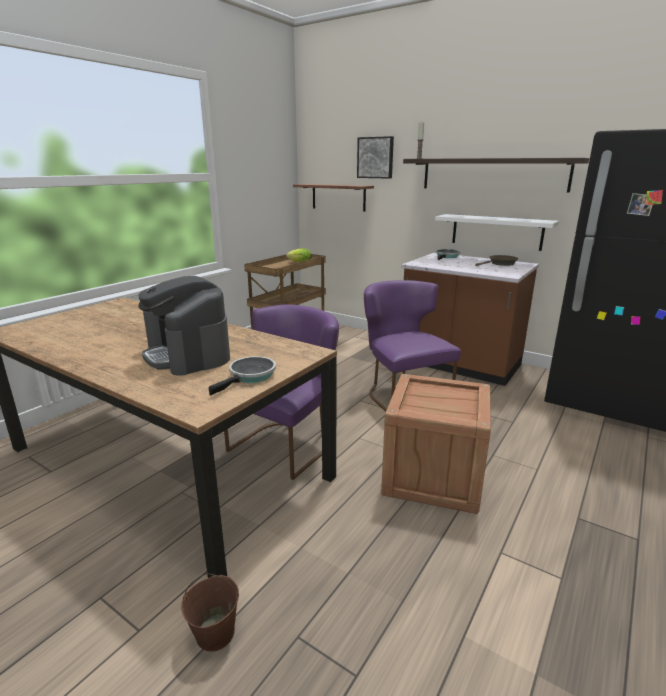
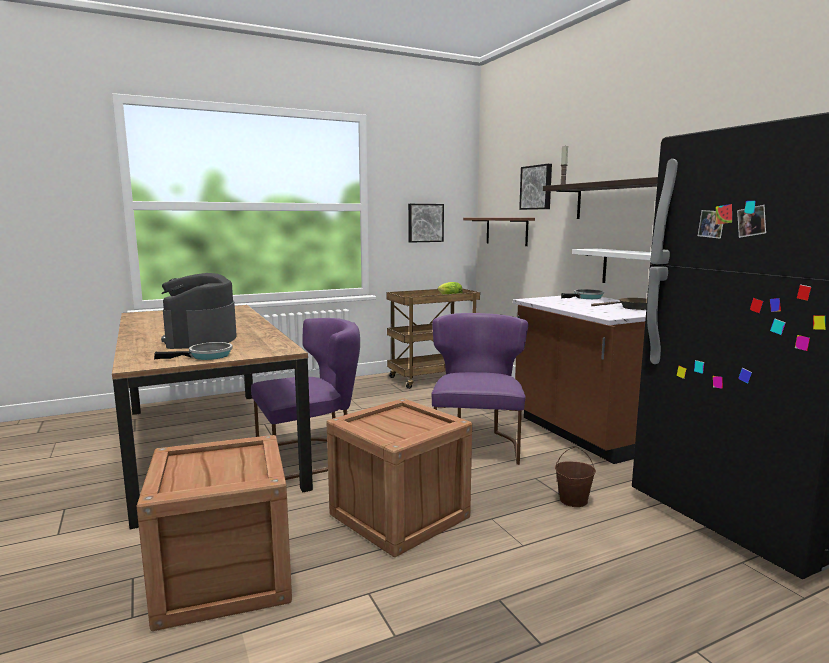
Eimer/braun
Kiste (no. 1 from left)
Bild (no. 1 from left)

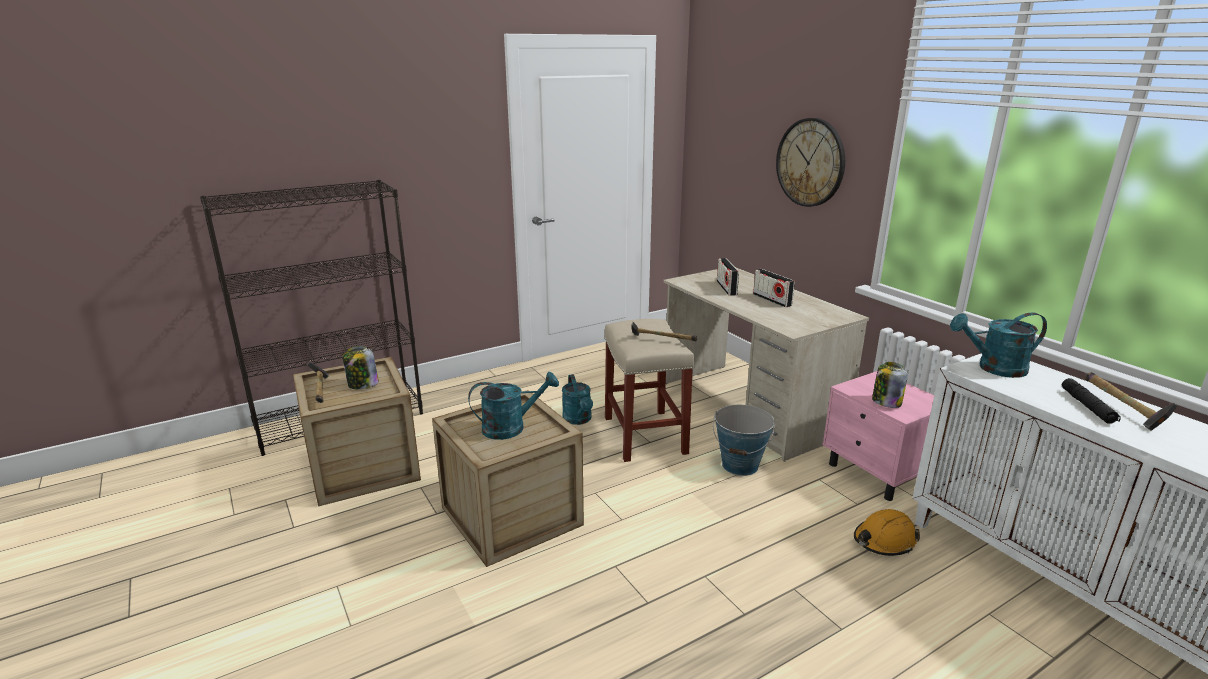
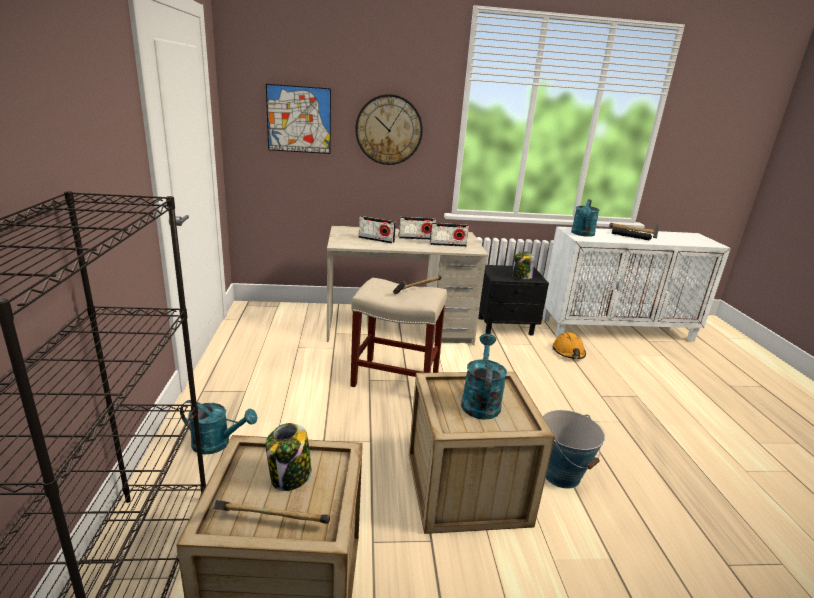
Gießkanne/türkis (no. 1 from left)
Eimer
Nachttisch/schwarz
Bild
Radio (no. 3 from left)

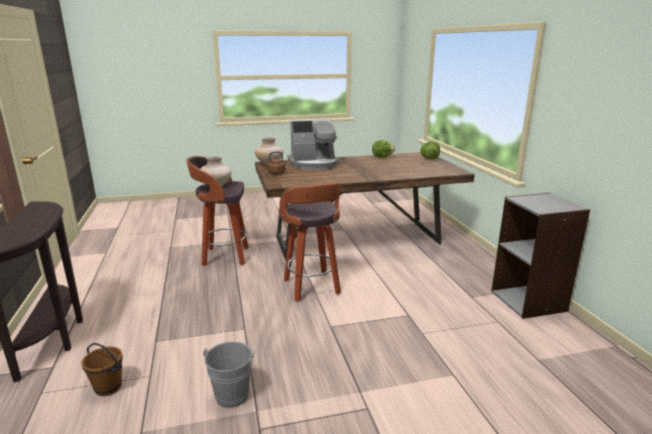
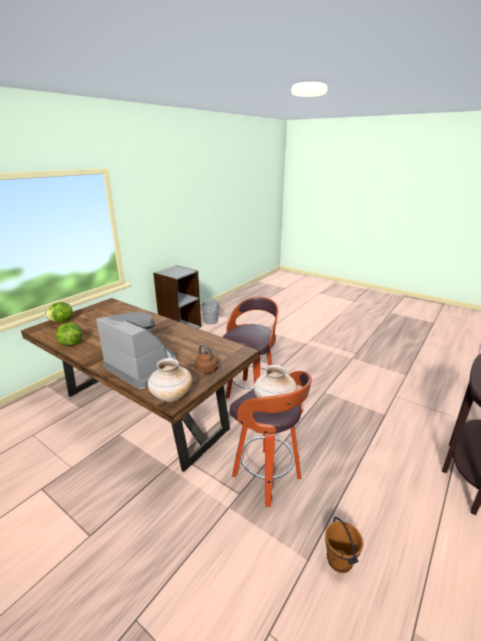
Eimer/braun
Eimer/grau

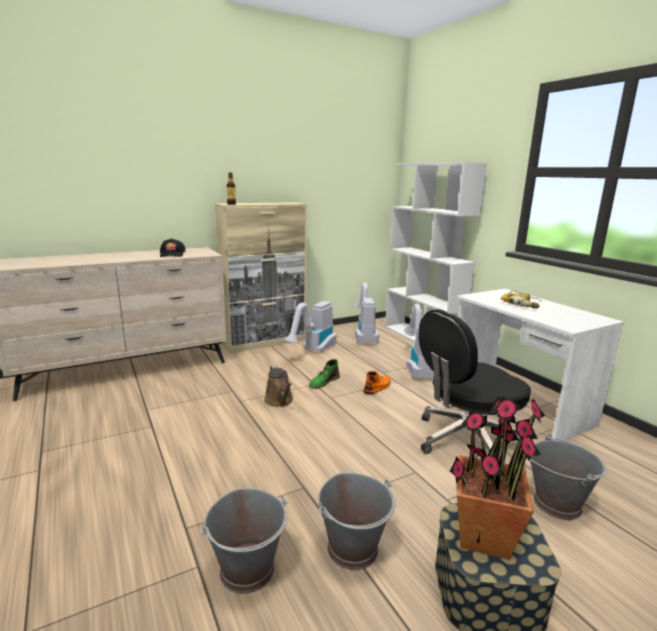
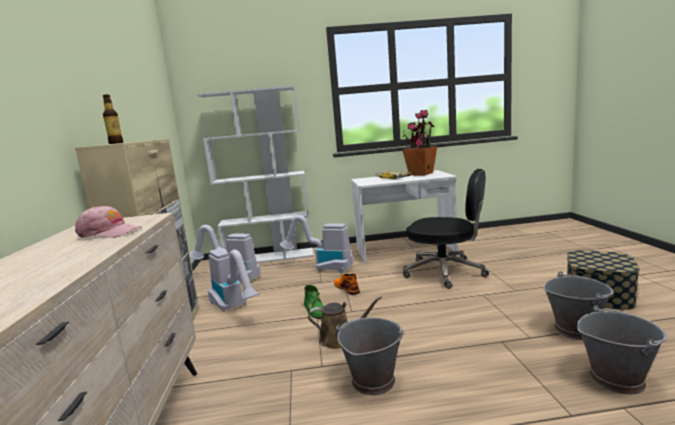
Kappe/rosa
Bürostuhl/schwarz
Topfpflanze
Eimer/grau (no. 1 from left)

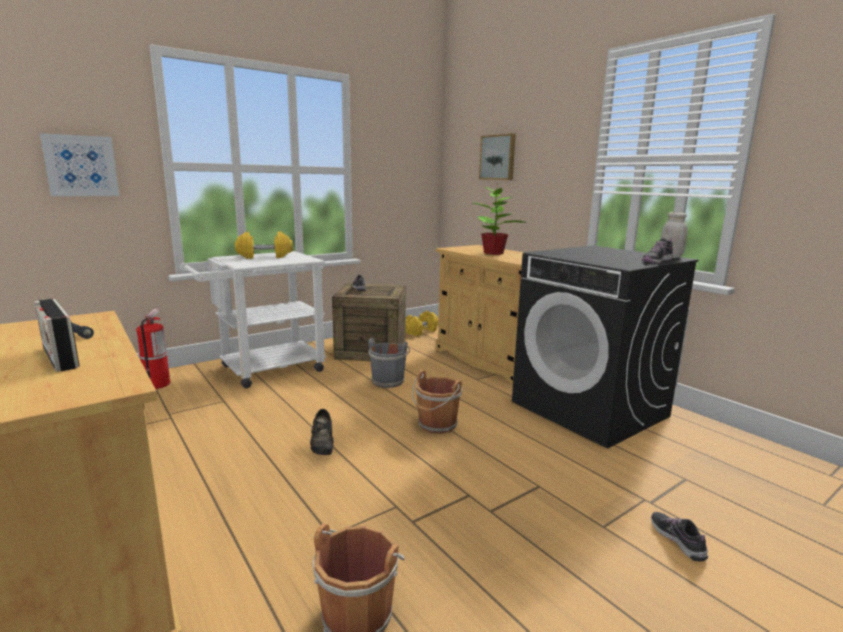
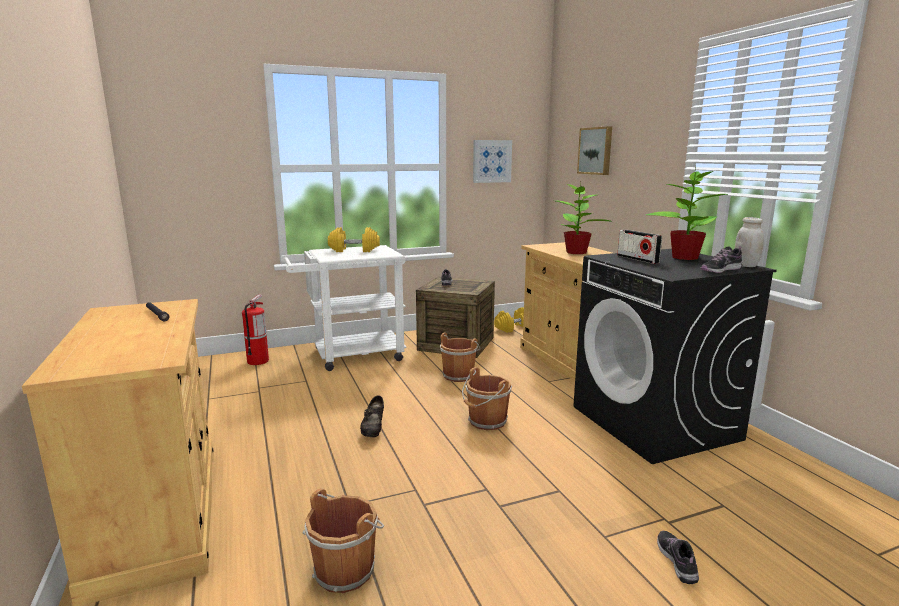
Radio
Bild (no. 1 from left)
Eimer/braun (no. 2 from left)
Topfpflanze (no. 2 from left)

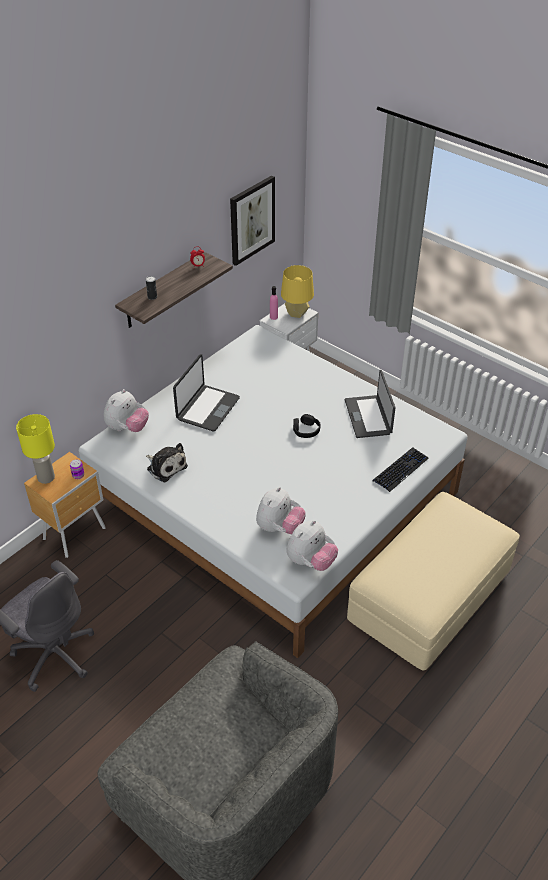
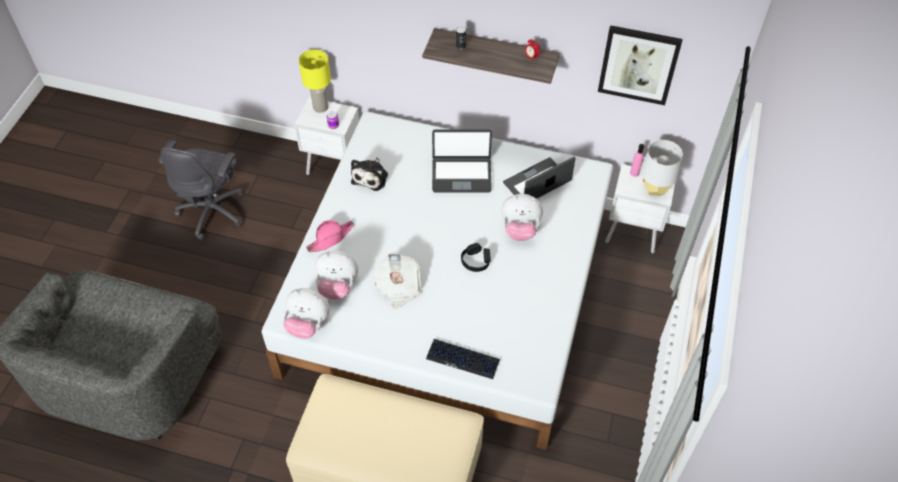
Nachttisch/weiß (no. 1 from left)
Plüschtier (no. 4 from left)
Tischlampe/grau
Laptop (no. 2 from left)
Hut/rosa
Zeitung

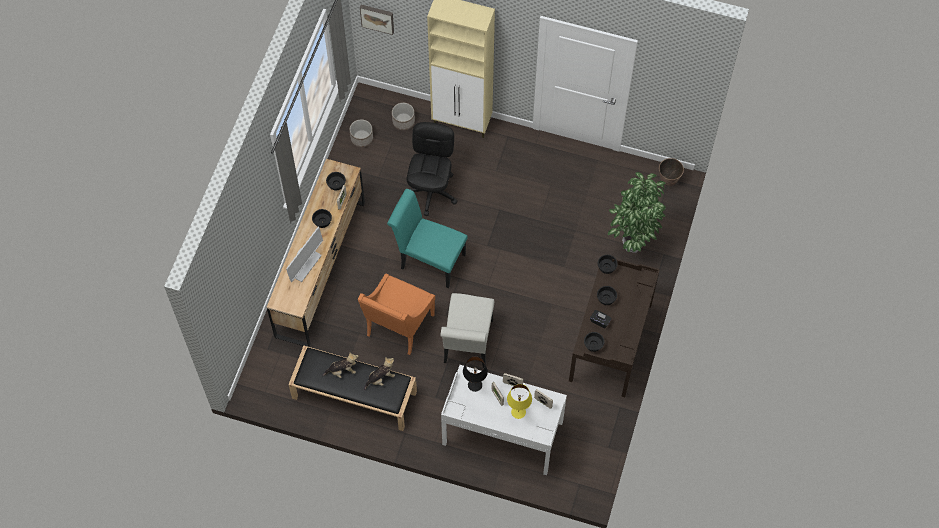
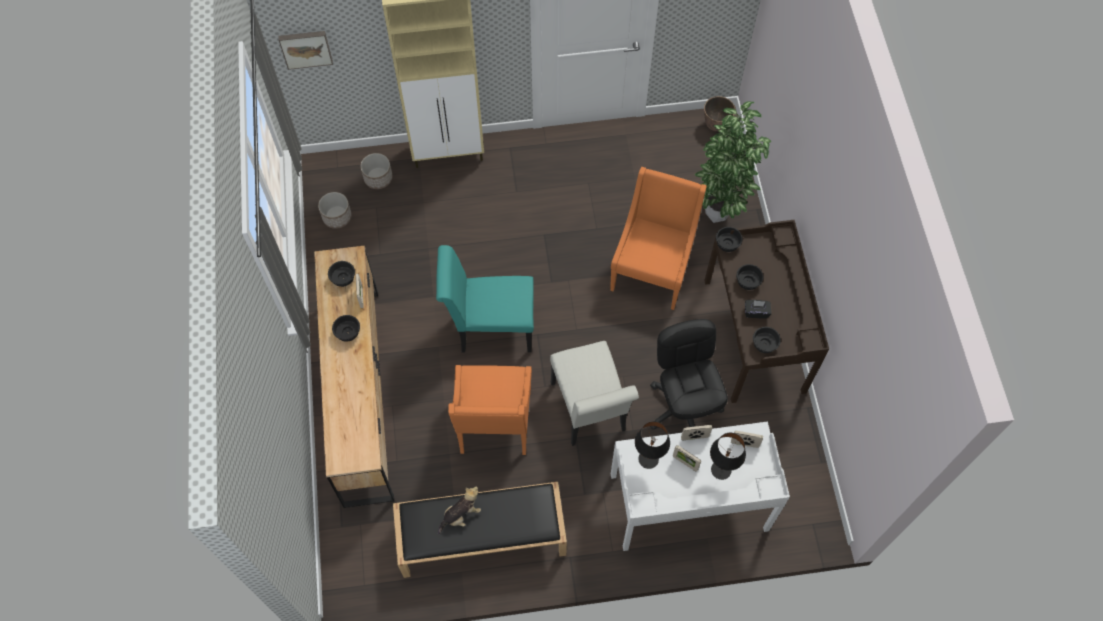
Monitor
Plüschtier (no. 2 from left in the first image)
Bürostuhl/schwarz
Tischlampe/schwarz (no. 2 from left)
Sessel/orange (no. 2 from left)

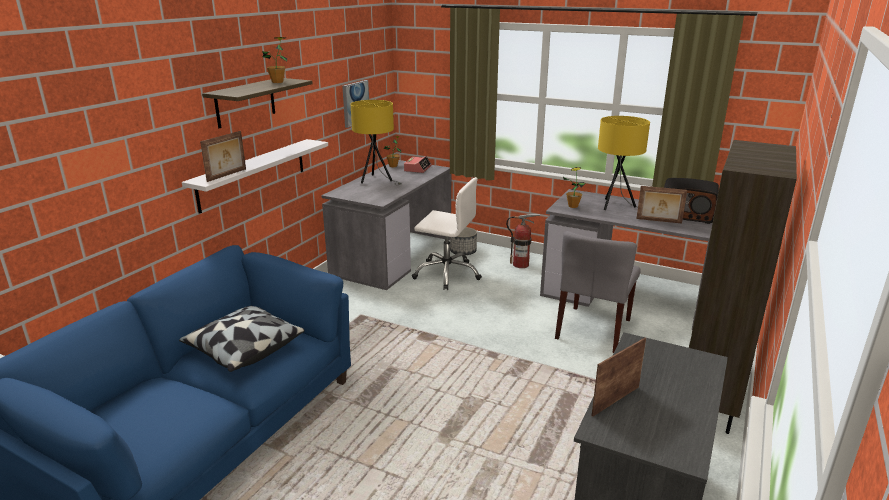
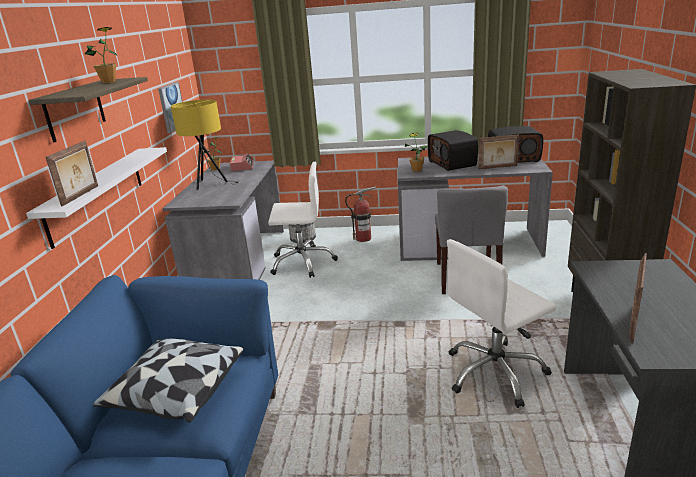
Radio (no. 1 from left)
Bürostuhl/weiß (no. 2 from left)

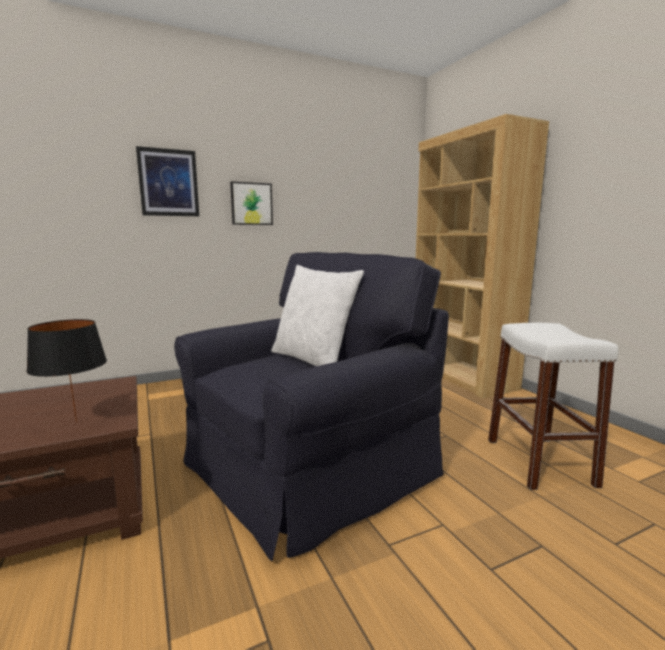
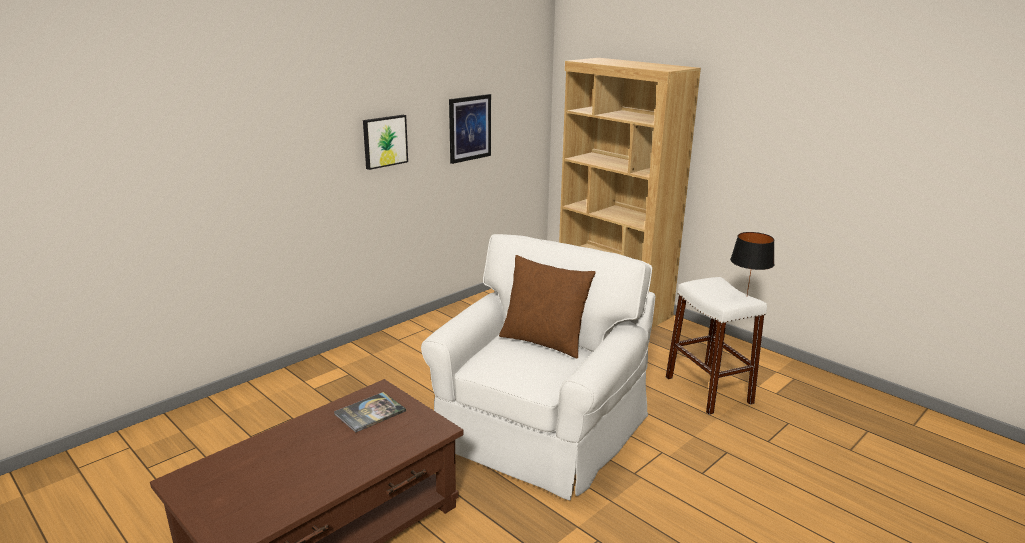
Tischlampe/schwarz
Bild (no. 2 from left)
Sessel/weiß
Kissen/braun
Buch

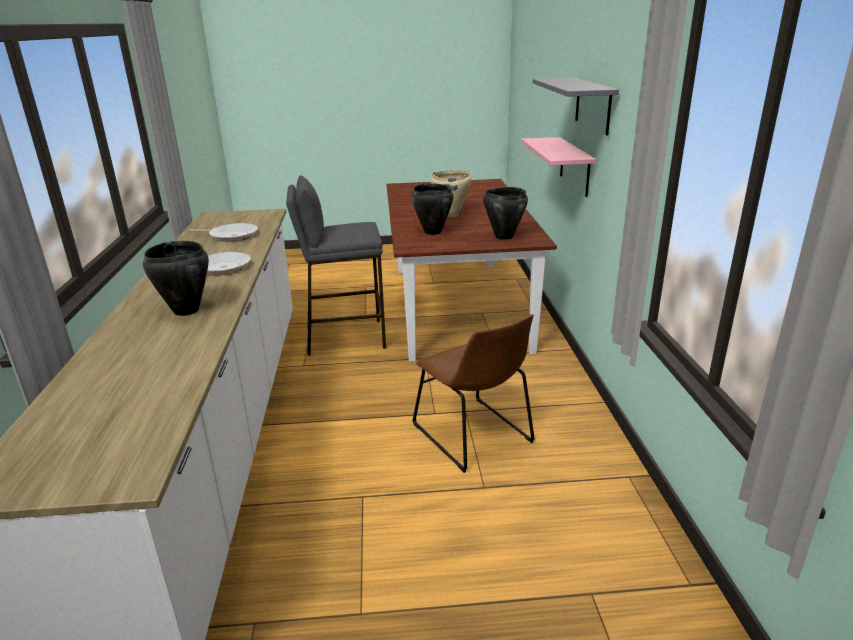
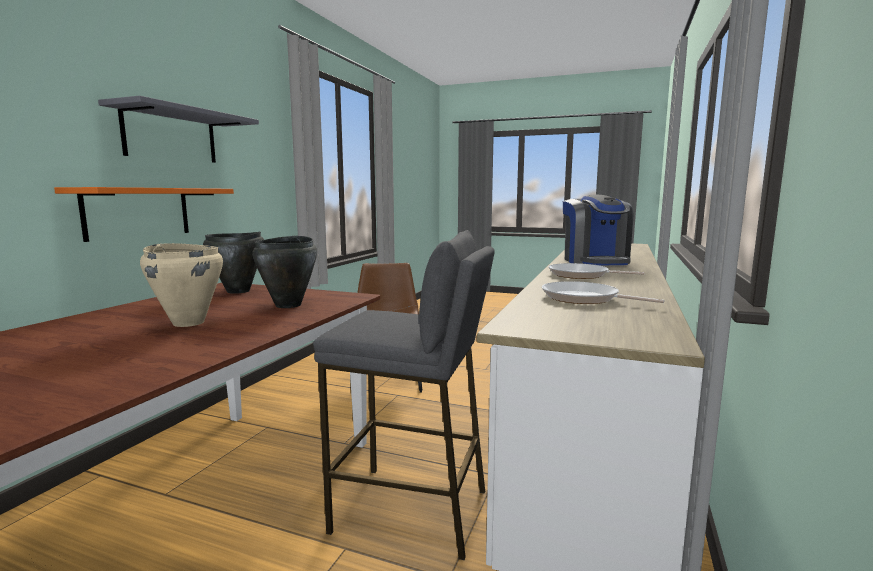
Kaffeemaschine
Wandregal/orange

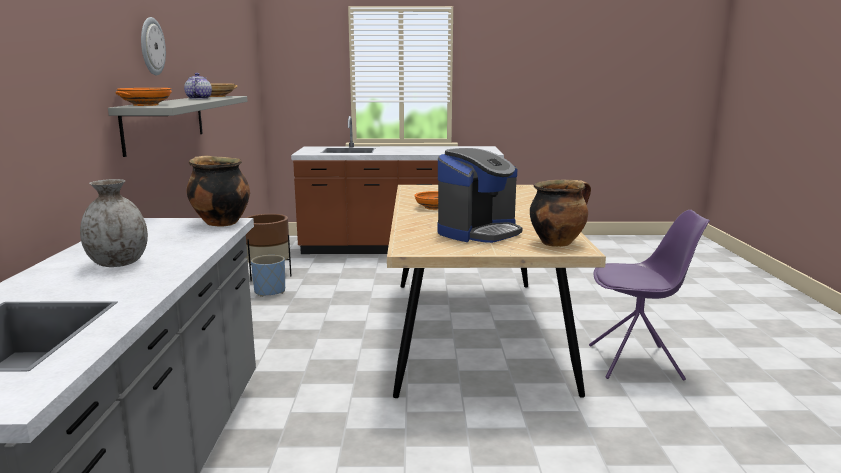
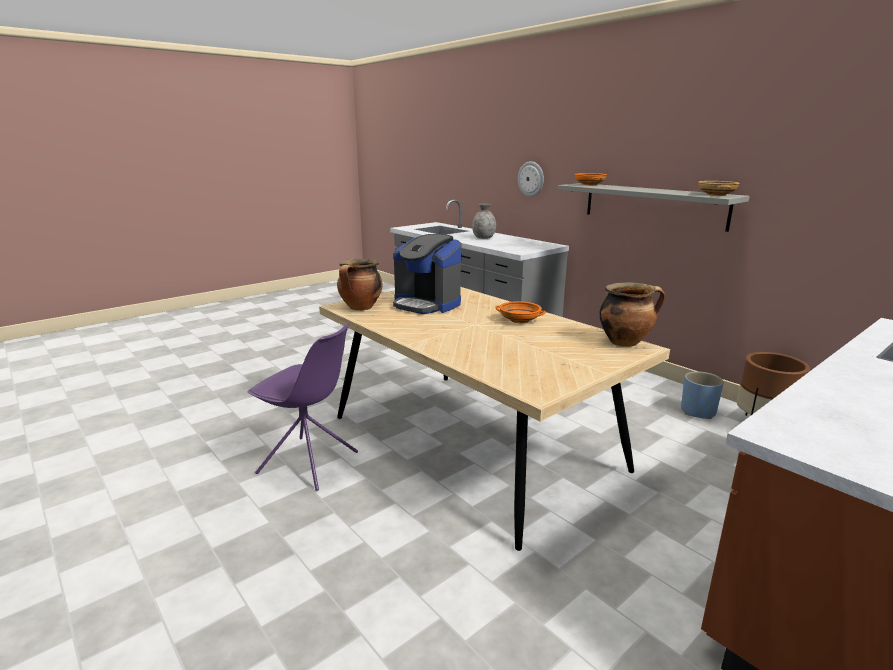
Wanduhr
Teekanne
Kochtopf (no. 2 from left)
Kaffeemaschine
Stuhl/lila

